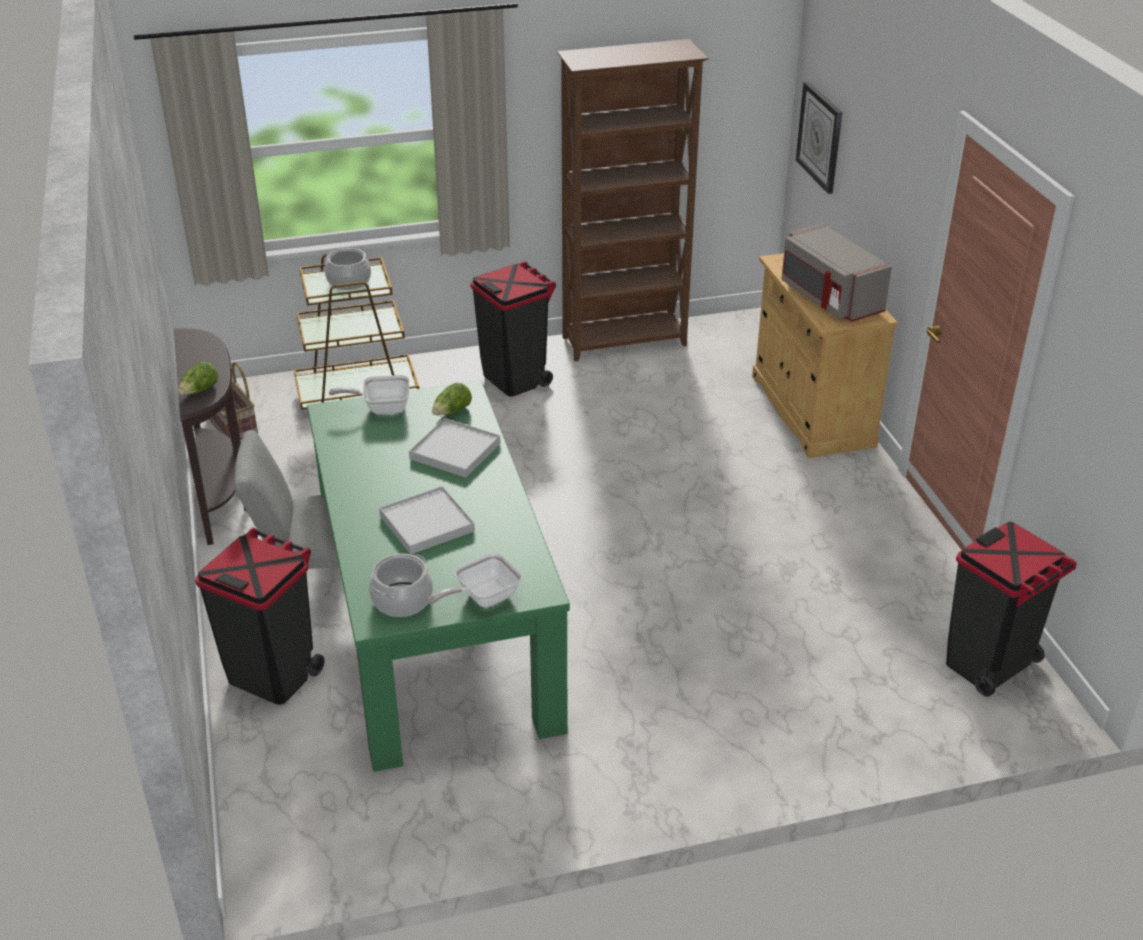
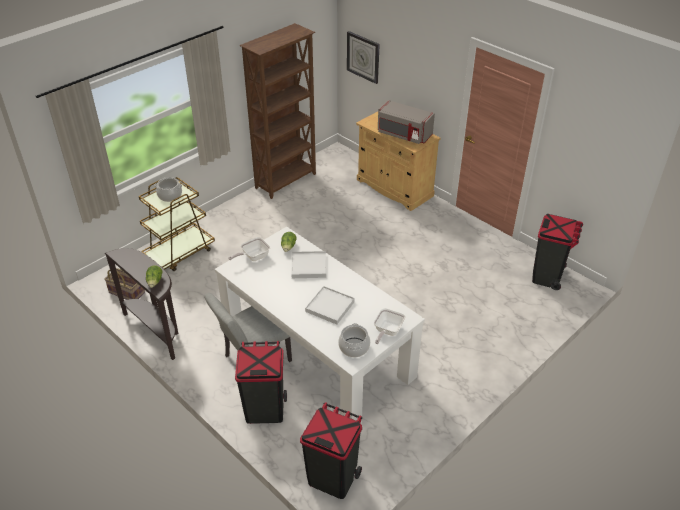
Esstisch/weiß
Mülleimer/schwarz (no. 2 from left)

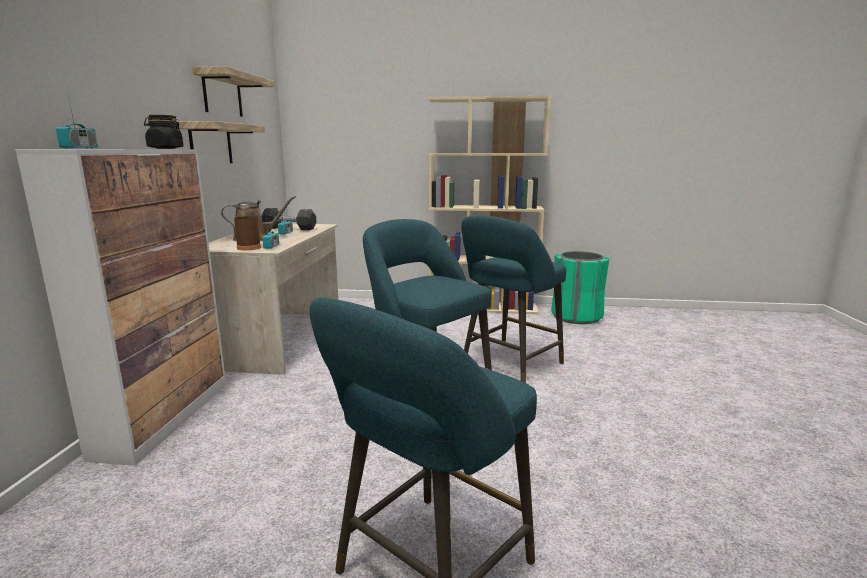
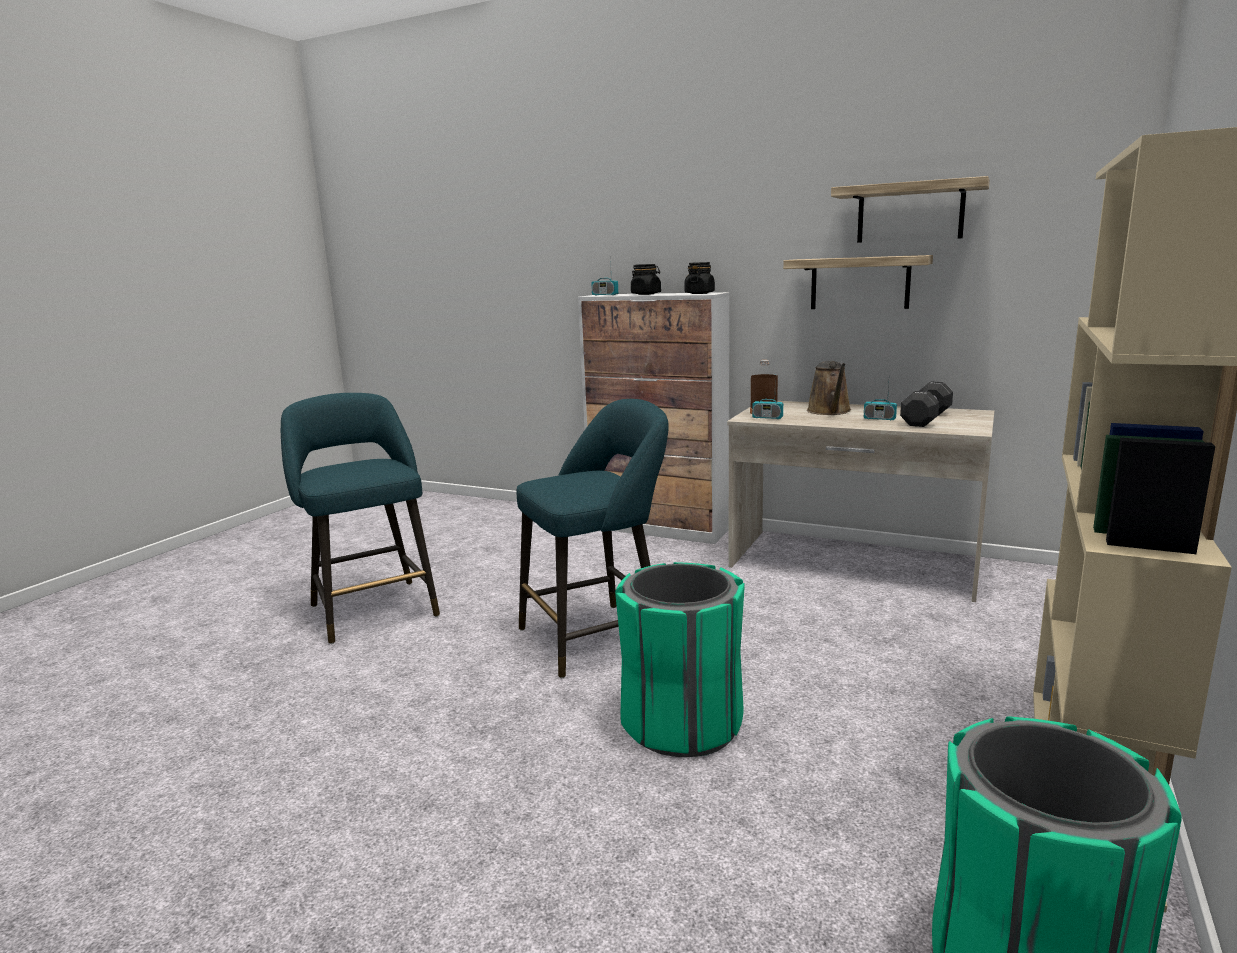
Mülleimer/grün (no. 1 from left)
Vorratsglas/schwarz (no. 1 from left)

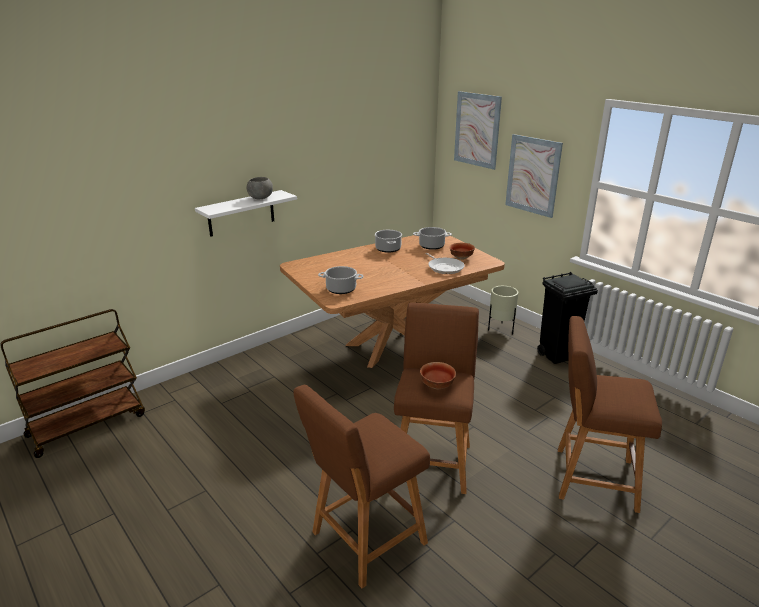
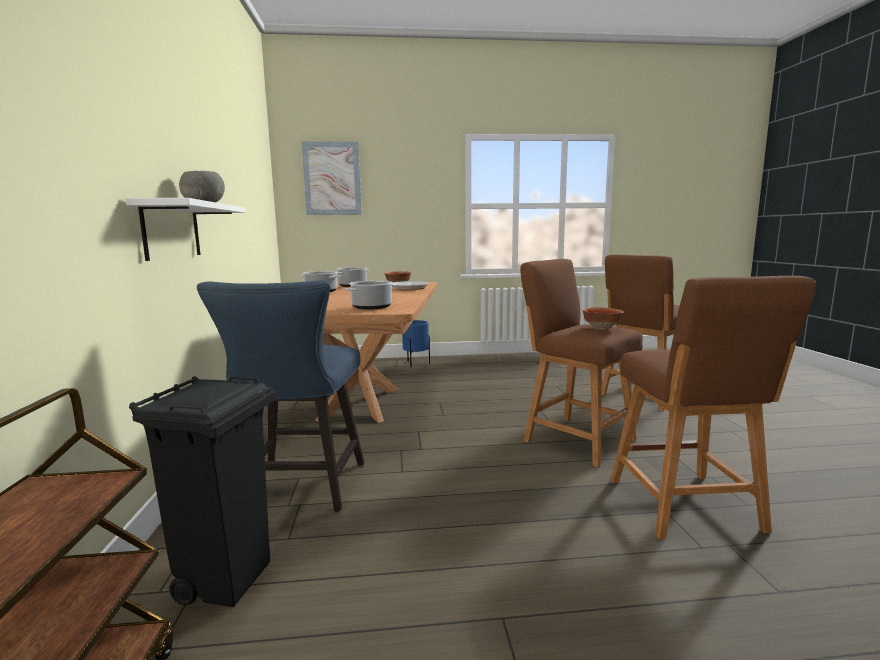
Pflanzkübel/blau
Bild (no. 2 from left in the first image)
Mülleimer/schwarz
Stuhl/blau

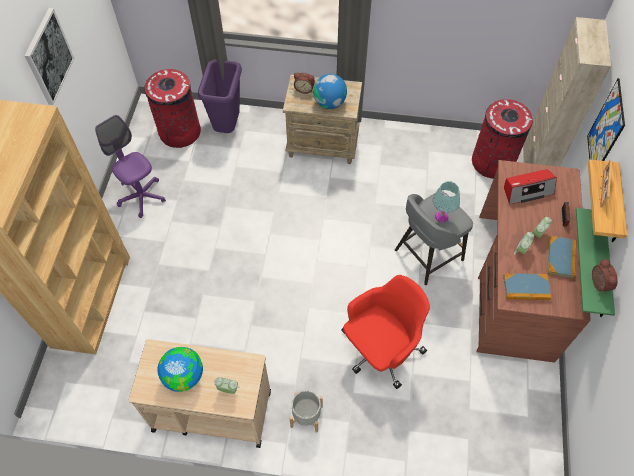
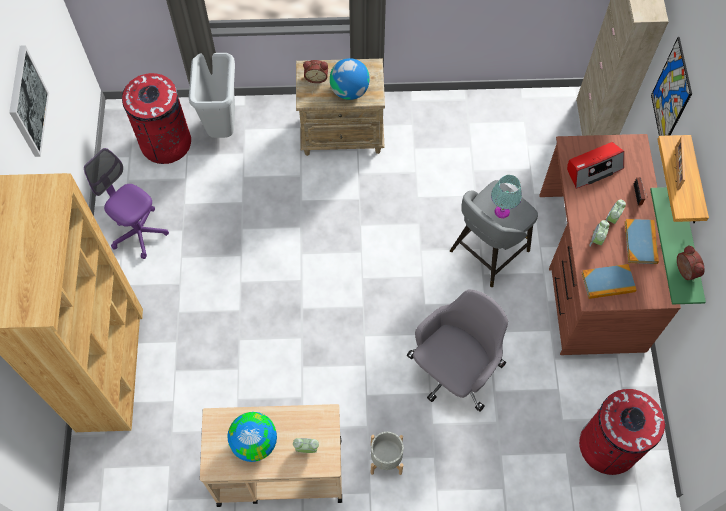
Mülleimer/grau
Bürostuhl/grau
Mülleimer/rot (no. 2 from left)

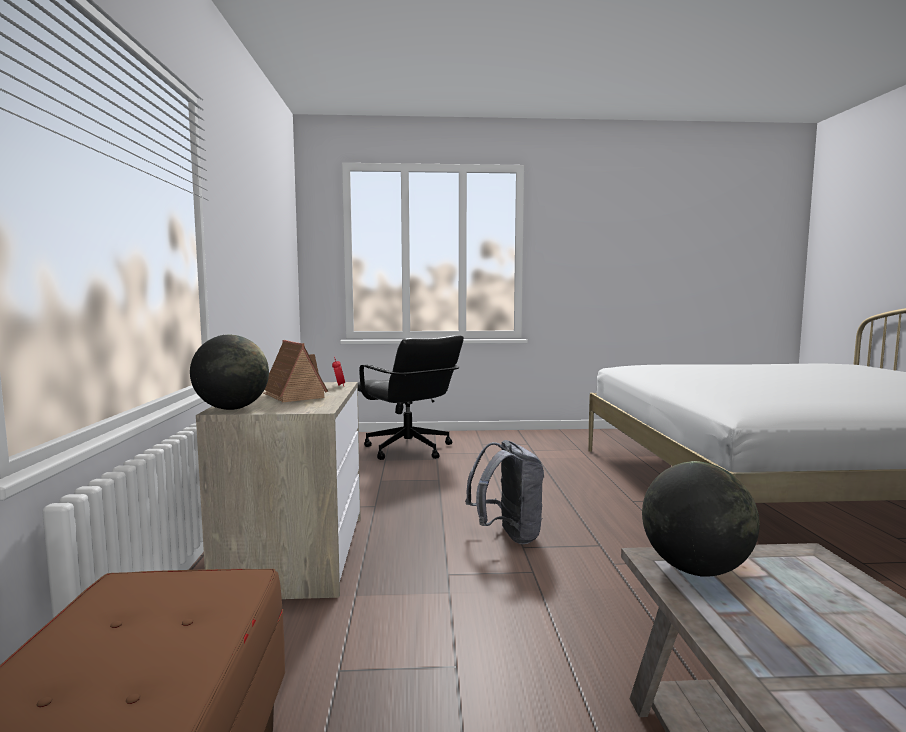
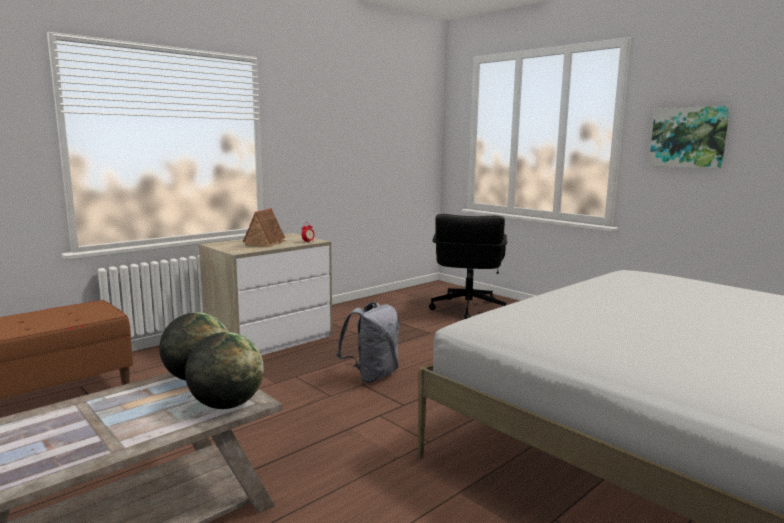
Globus (no. 2 from left)
Bild

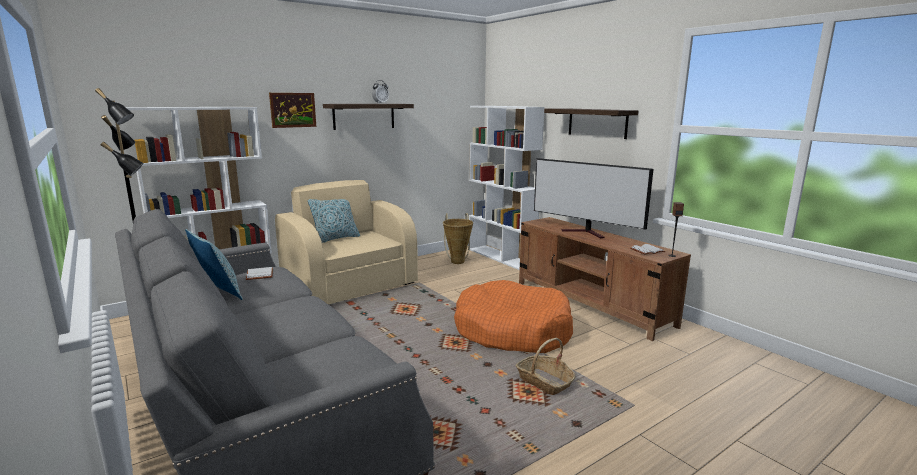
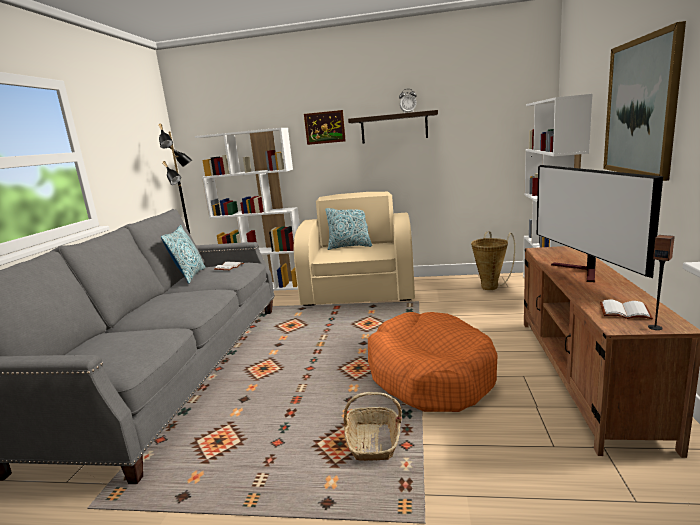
Bild (no. 2 from left)

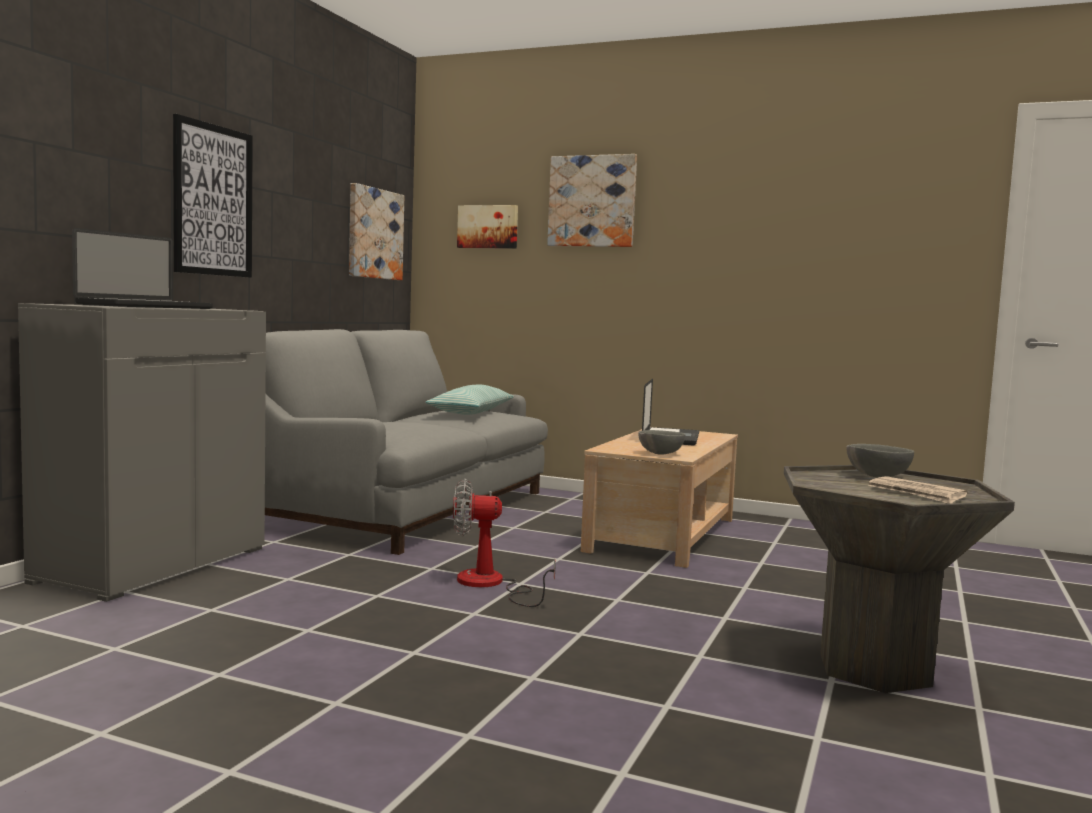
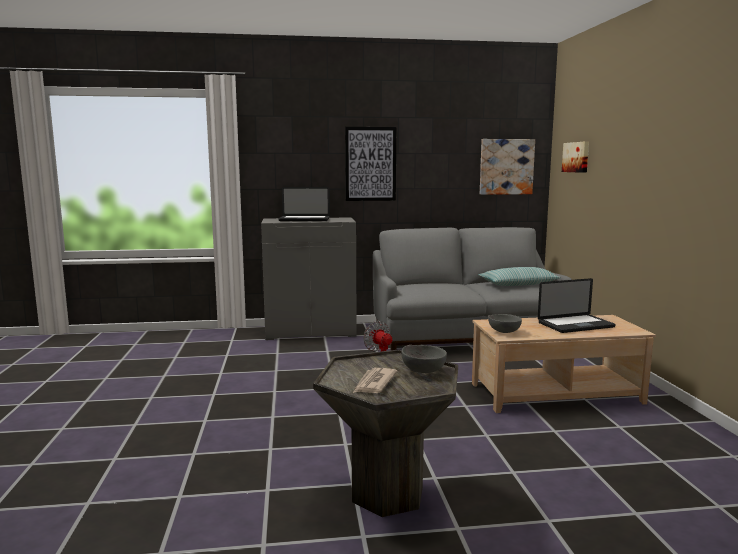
Bild (no. 4 from left in the first image)

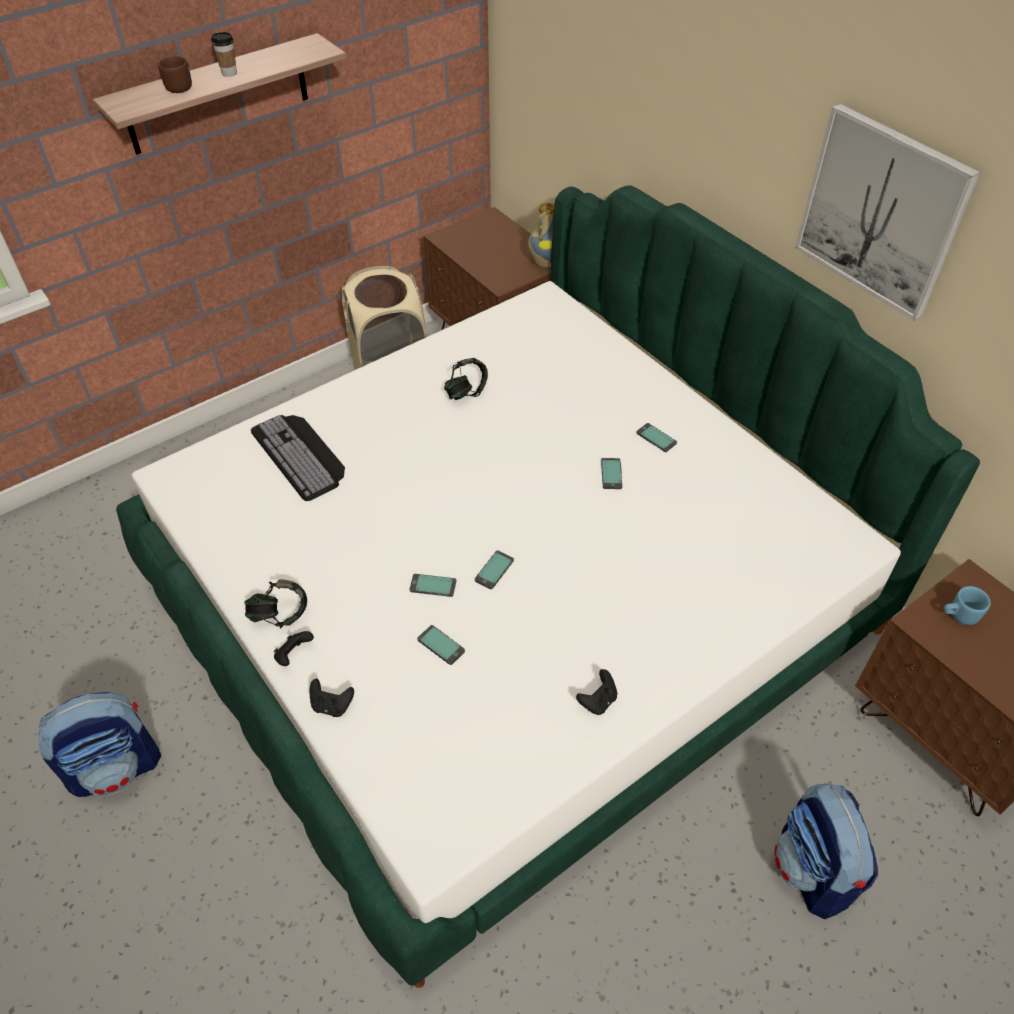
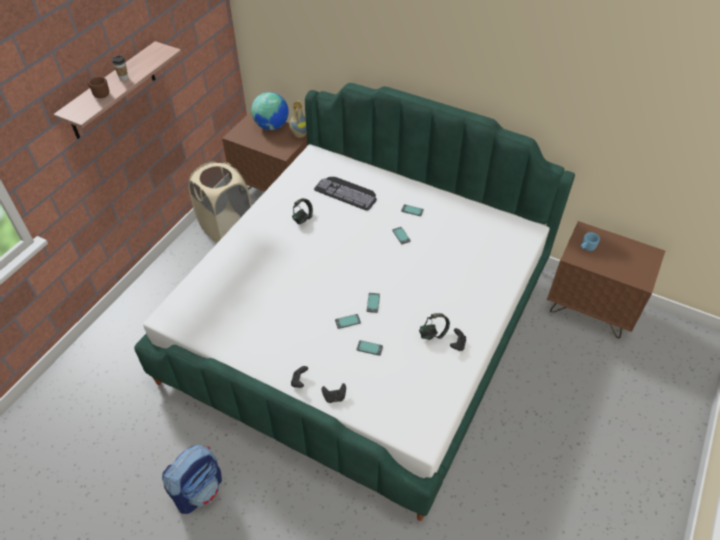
Kopfhörer (no. 2 from left)
Tastatur
Rucksack (no. 2 from left in the first image)
Bild
Globus

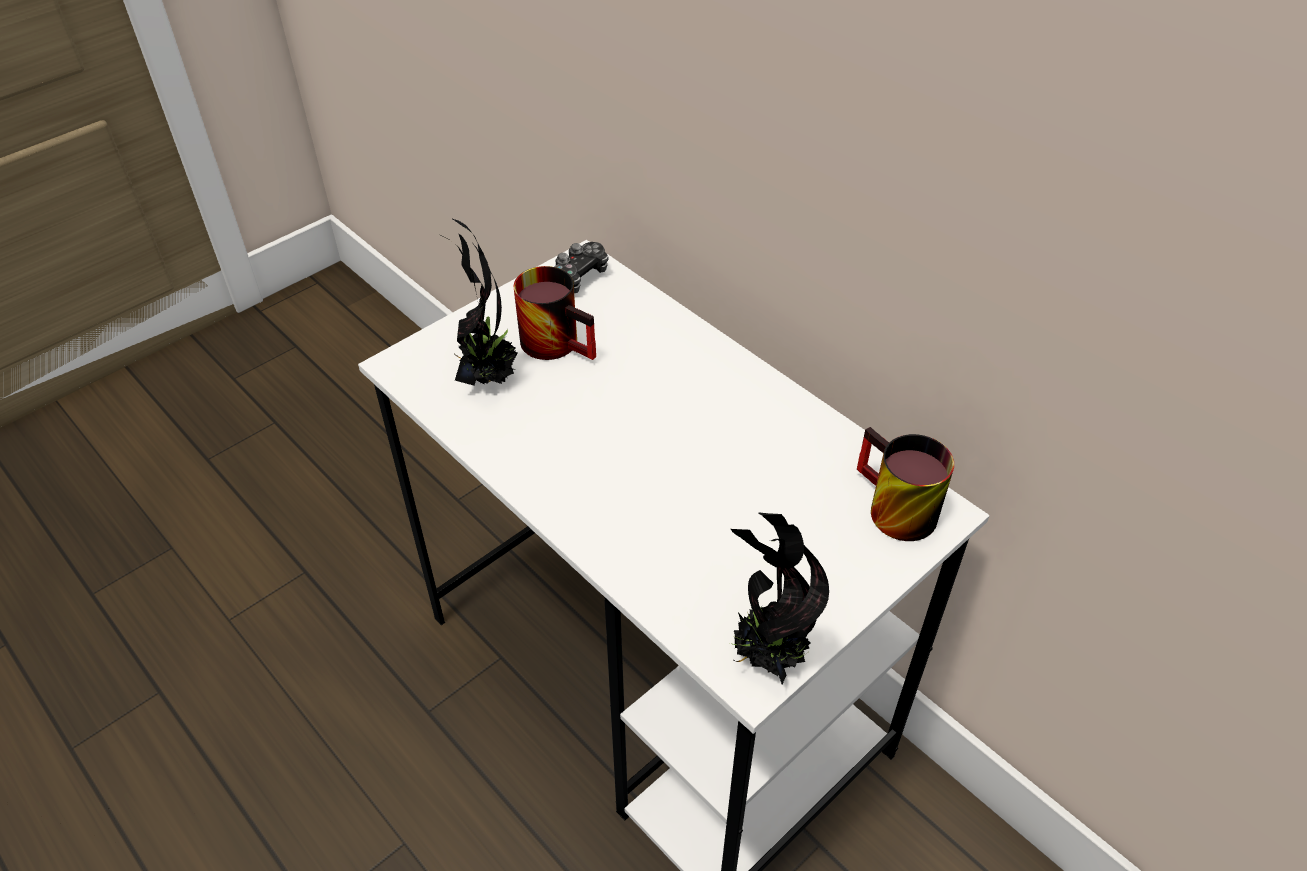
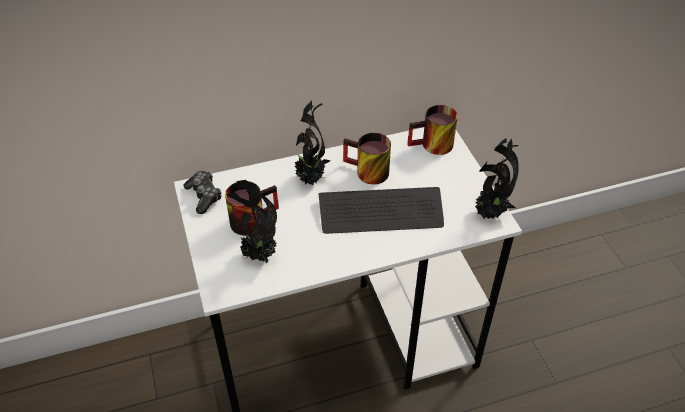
Topfpflanze (no. 2 from left)
Tastatur
Henkelbecher (no. 2 from left)

